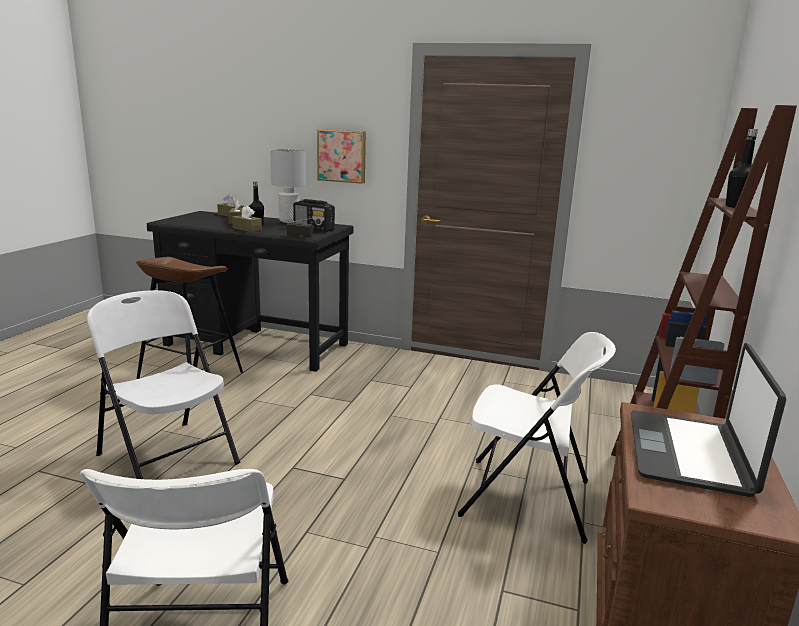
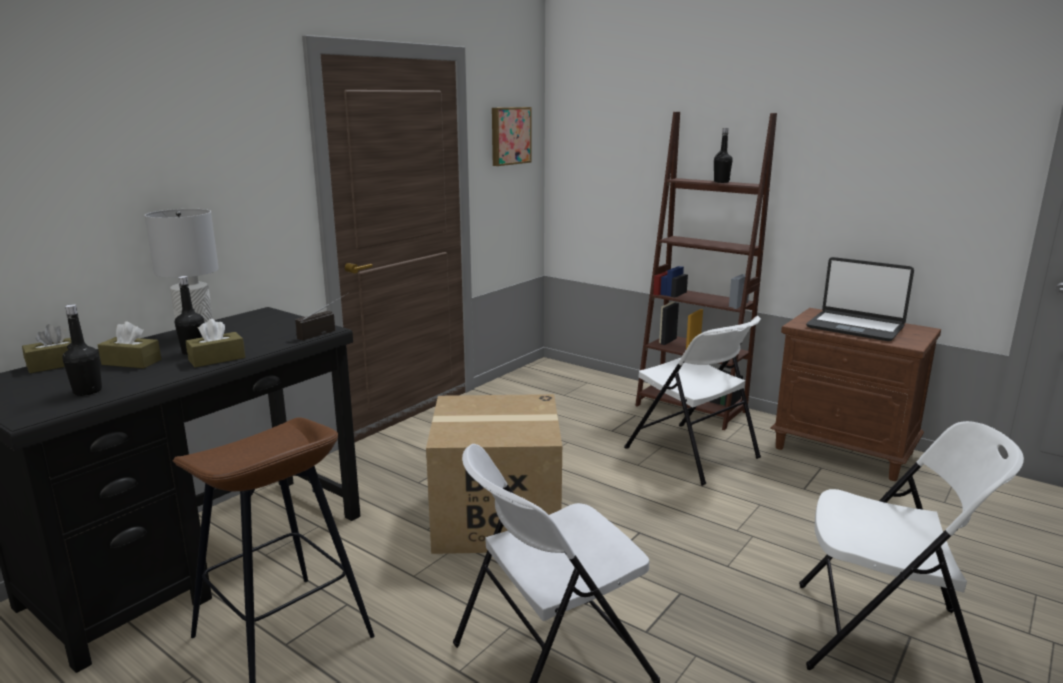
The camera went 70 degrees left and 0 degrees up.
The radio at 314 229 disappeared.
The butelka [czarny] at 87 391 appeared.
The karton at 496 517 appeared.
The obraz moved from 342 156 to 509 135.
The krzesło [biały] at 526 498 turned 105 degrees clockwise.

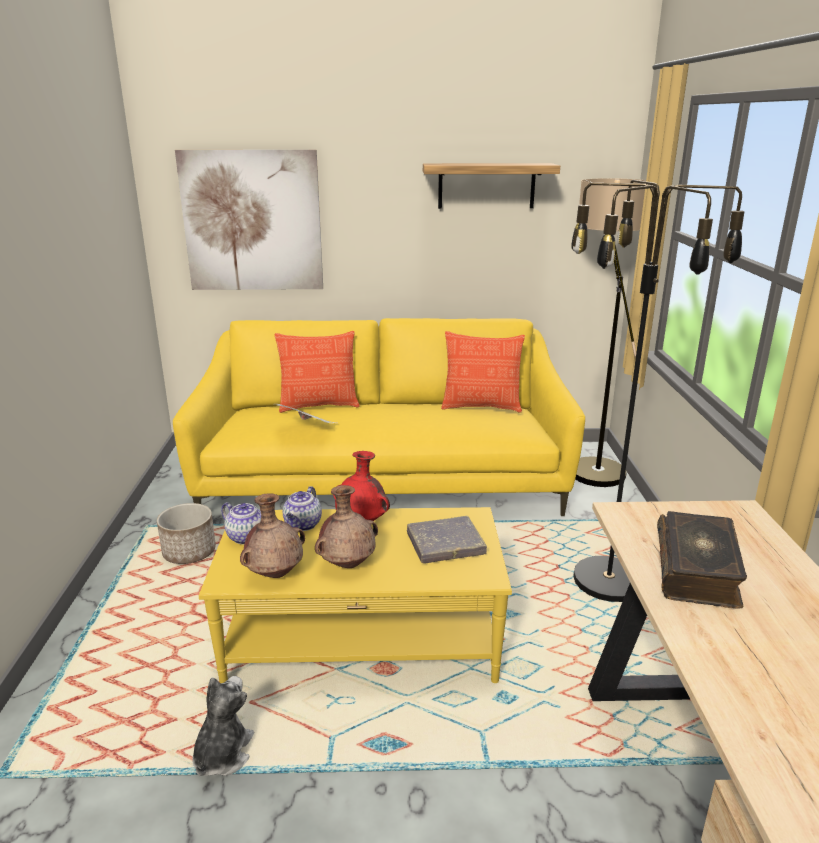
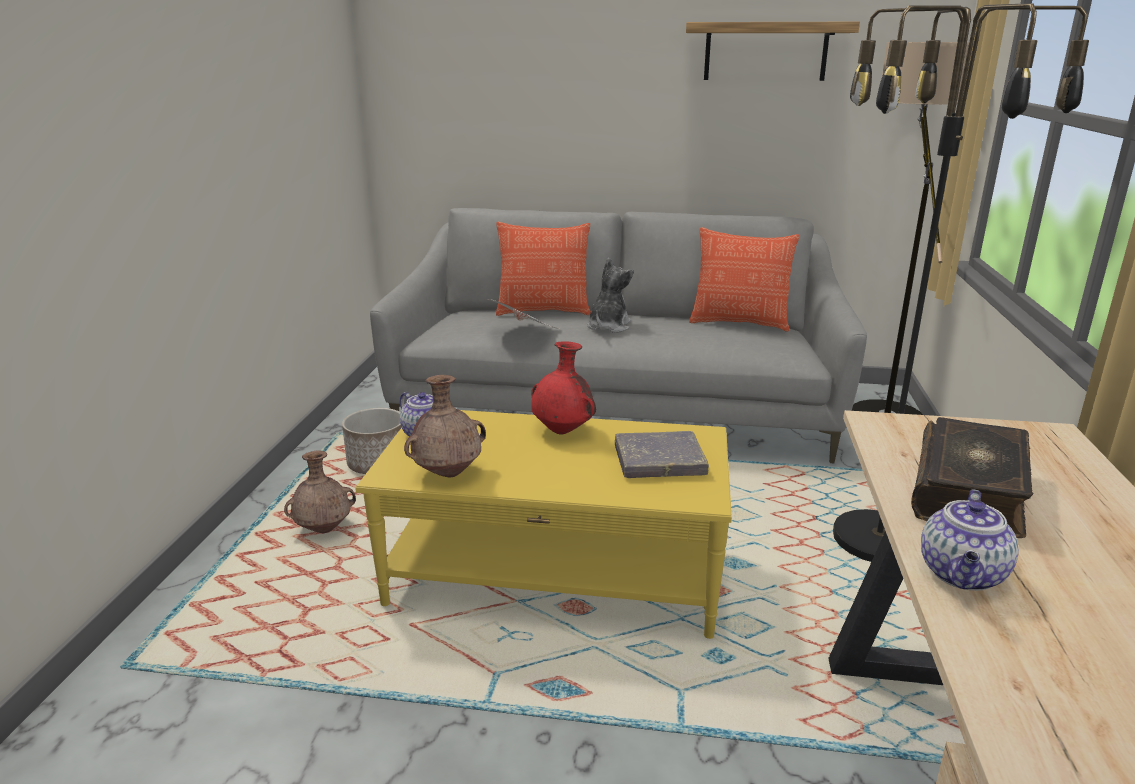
The camera went 10 degrees right and 0 degrees up.
The obraz at 252 221 disappeared.
The pluszak moved from 222 754 to 608 326.
The imbryk moved from 303 525 to 963 575.
The wazon [brązowy] moved from 348 564 to 324 529.
The kanapa [żółty] at 383 480 became the kanapa [szary] at 615 408.

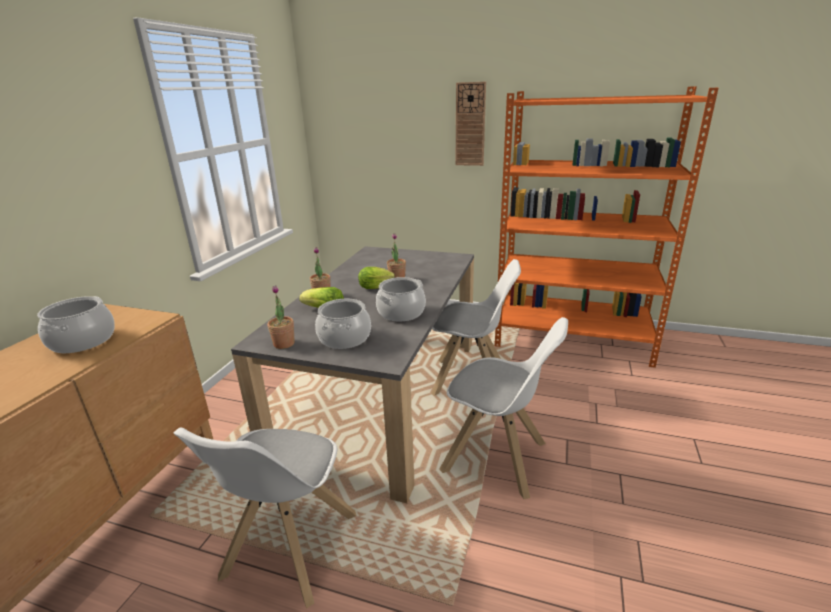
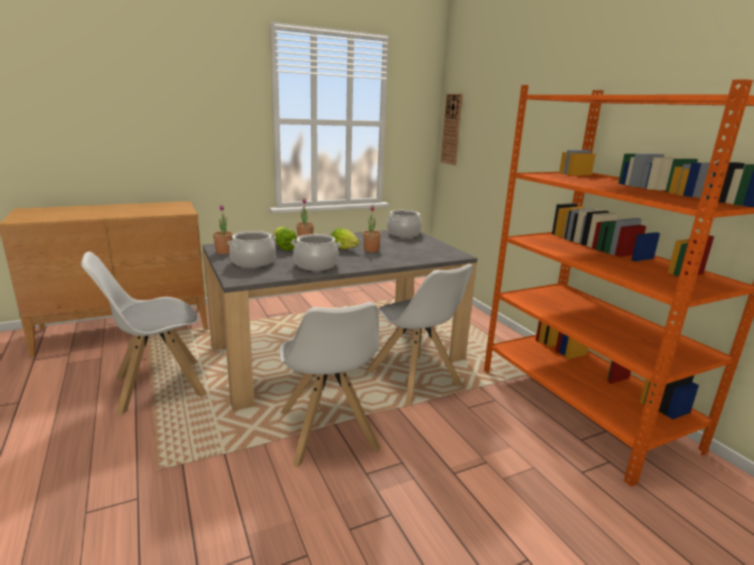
The camera went 45 degrees right and 5 degrees down.
The garnek moved from 83 341 to 403 233.
The zegar ścienny moved from 470 125 to 452 129.

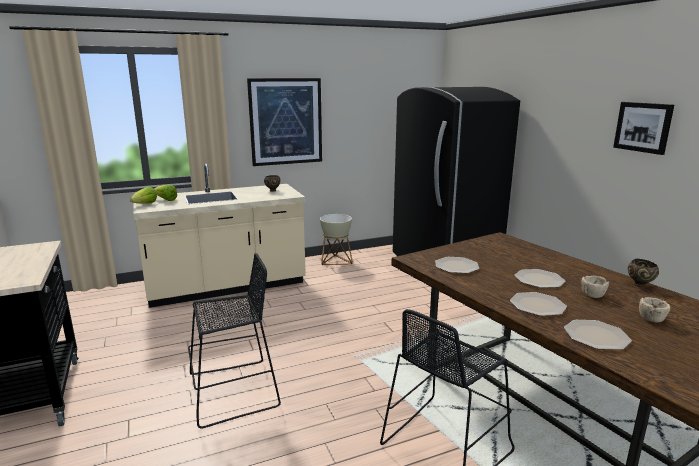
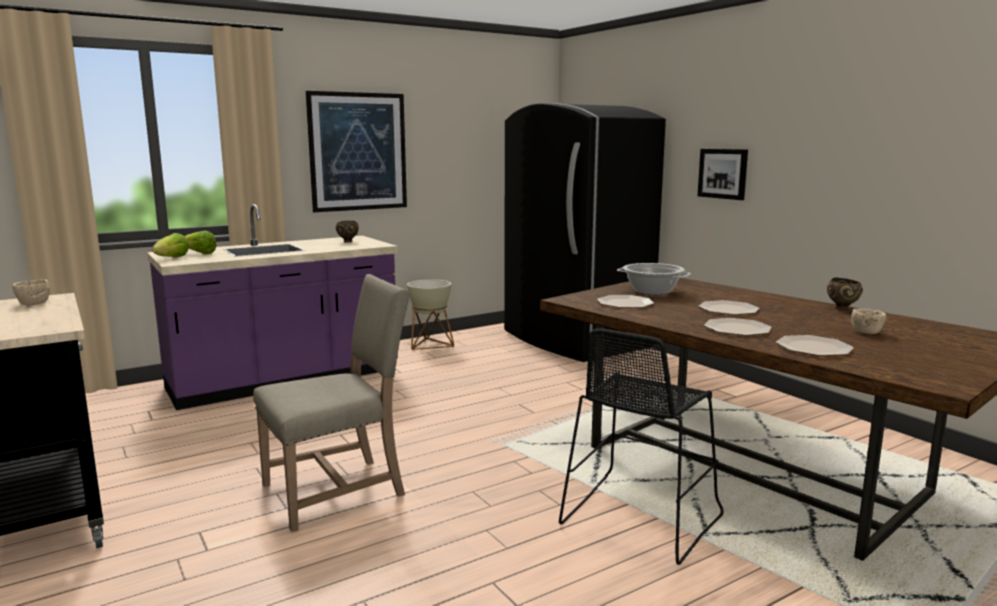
The camera went 10 degrees left and 5 degrees down.
The garnek at 652 292 appeared.
The miska [beżowy] moved from 592 295 to 33 303.
The obraz moved from 643 127 to 723 173.
The stołek [czarny] at 232 392 was replaced by the krzesło [beżowy] at 338 490.
The zabudowa kuchenna [beżowy] at 227 287 became the zabudowa kuchenna [fioletowy] at 285 380.

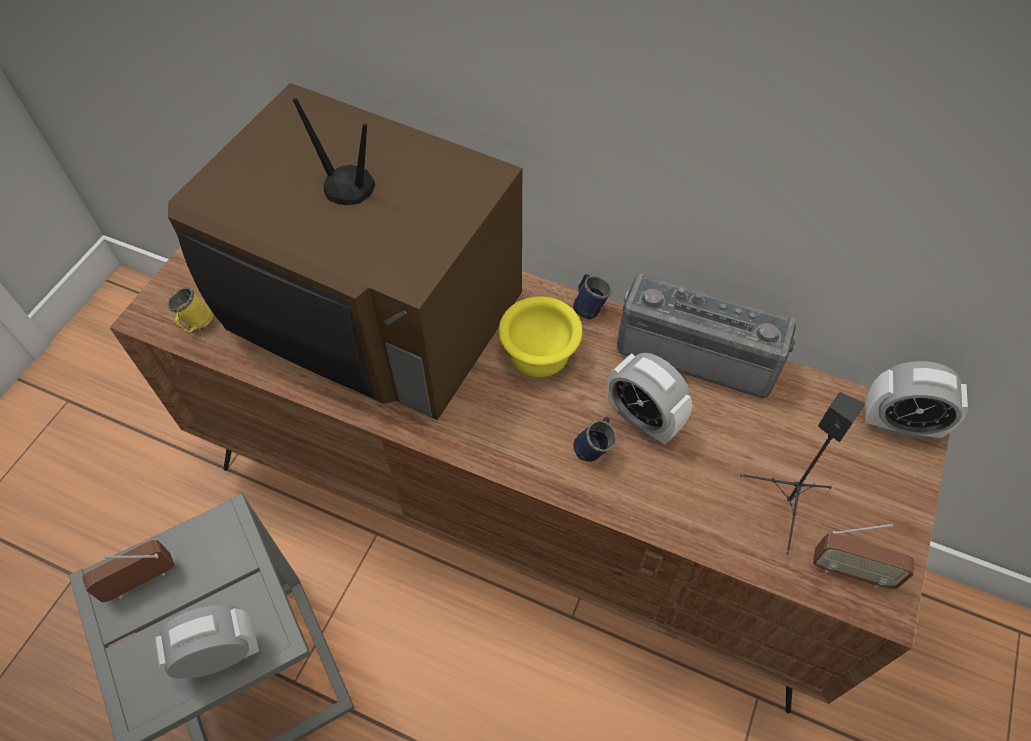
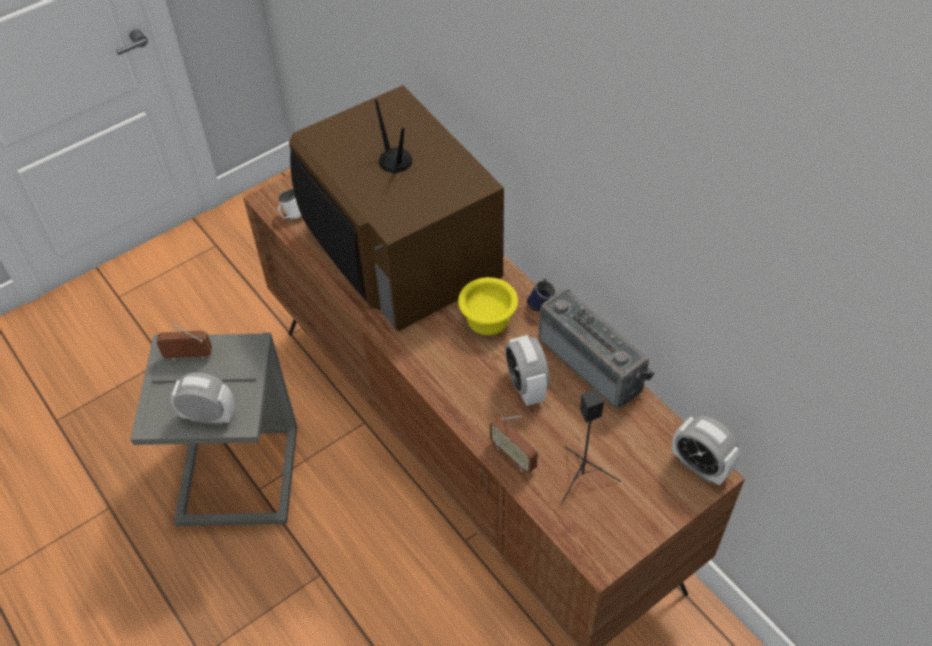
The camera went 30 degrees right and 5 degrees down.
The kubek [niebieski] at 594 448 disappeared.
The radio moved from 851 571 to 513 456.
The kubek [żółty] at 195 325 became the kubek [biały] at 291 216.

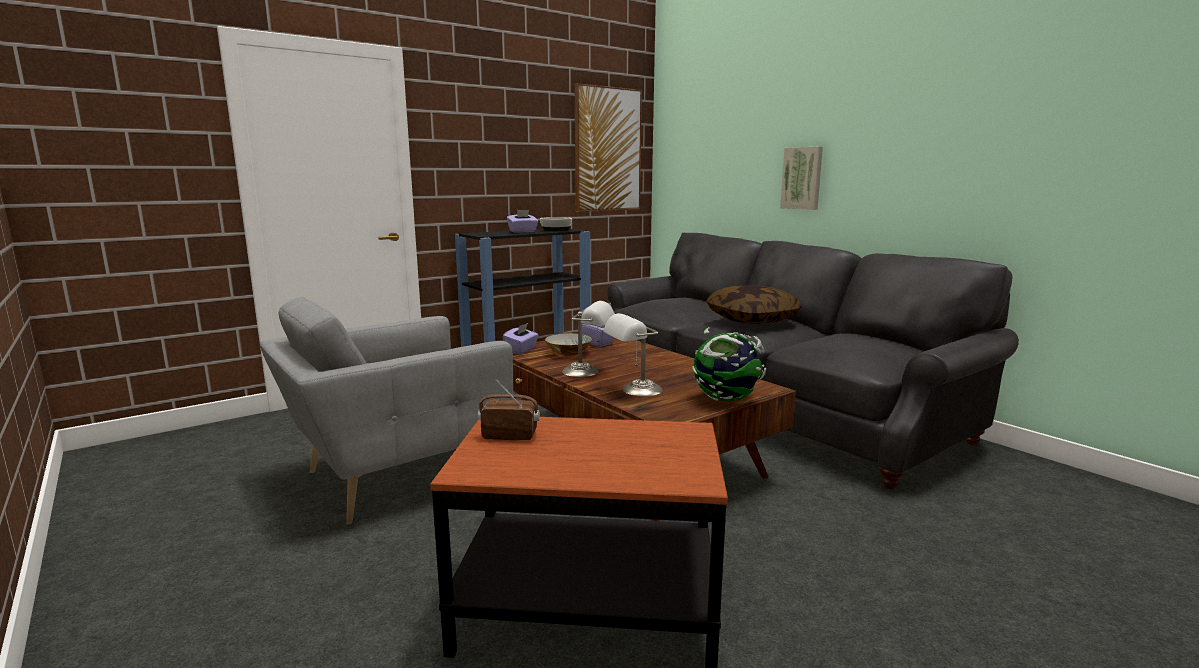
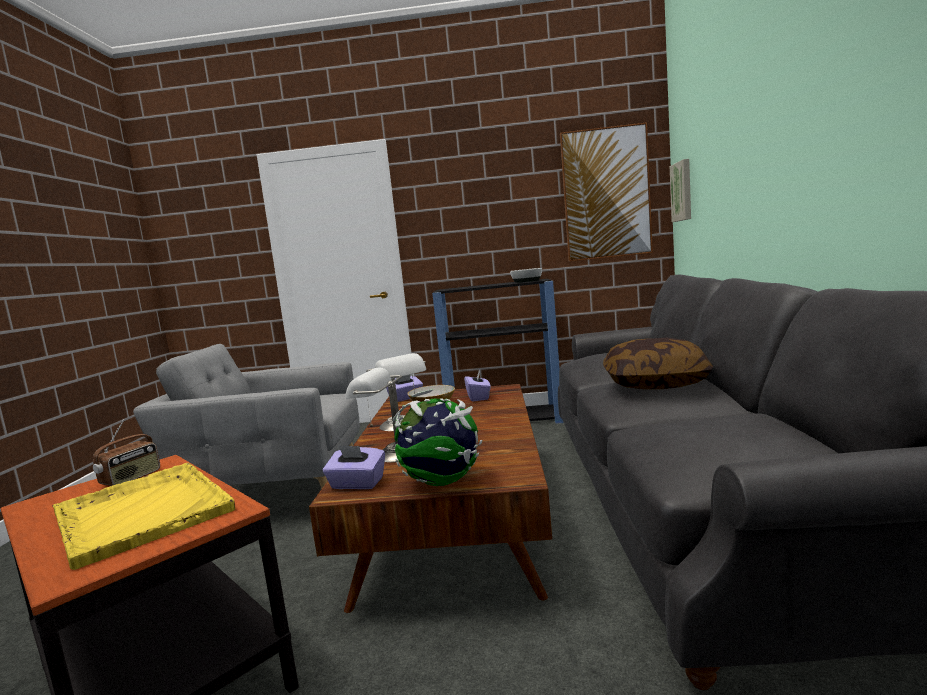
The camera went 40 degrees right and 5 degrees down.
The taca [żółty] at 142 512 appeared.
The pudełko chusteczek [fioletowy] moved from 523 231 to 357 484.
The obraz moved from 802 178 to 682 191.
The radio at 510 436 turned 75 degrees clockwise.

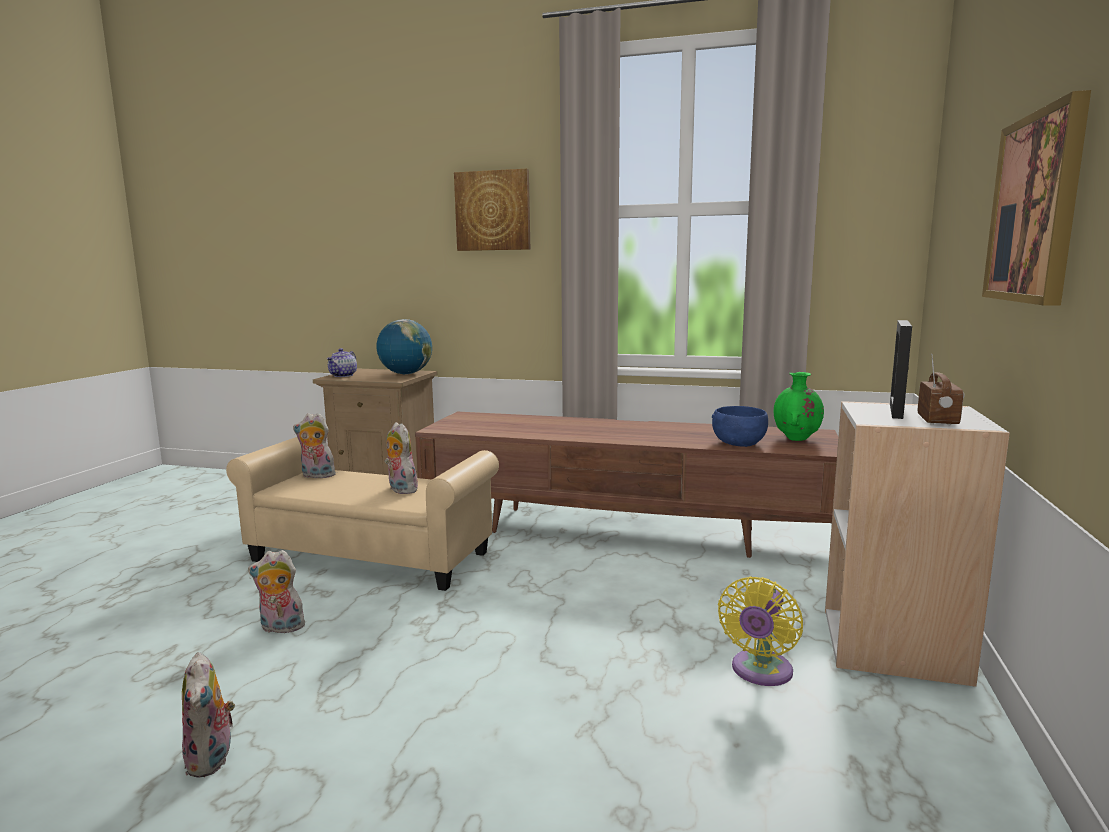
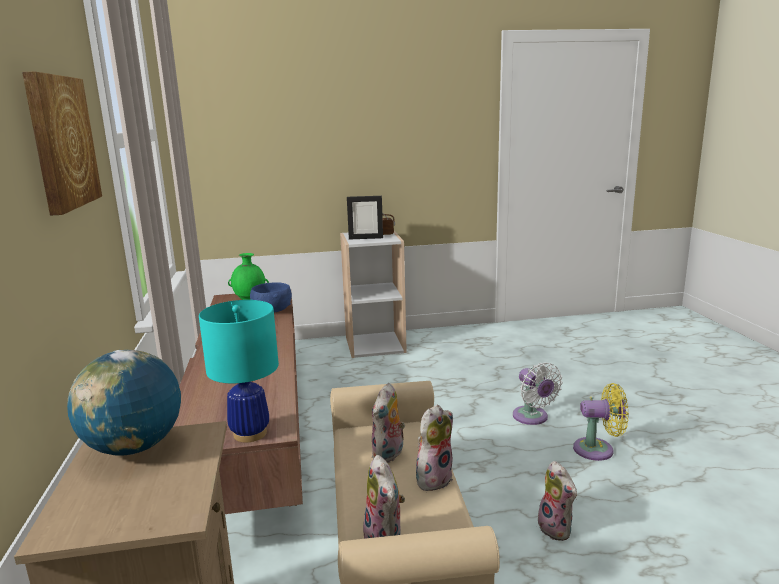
The camera went 115 degrees left and 5 degrees up.
The imbryk at 343 375 disappeared.
The obraz at 1036 208 disappeared.
The lampa stołowa [turkusowy] at 250 433 appeared.
The wentylator [biały] at 532 418 appeared.
The pluszak moved from 212 759 to 433 478.
The wentylator [żółty] moved from 760 672 to 598 449.

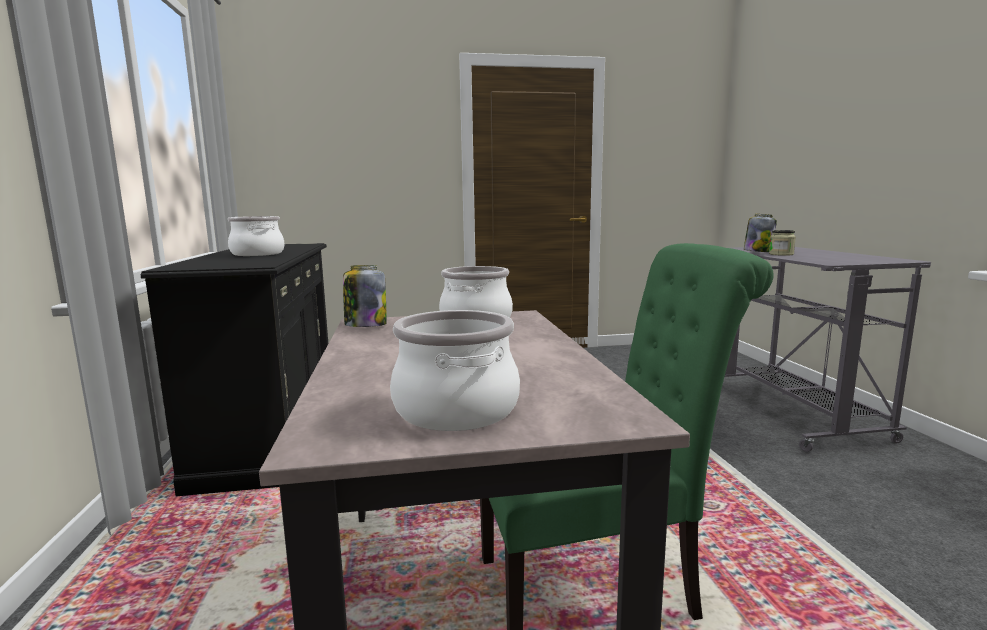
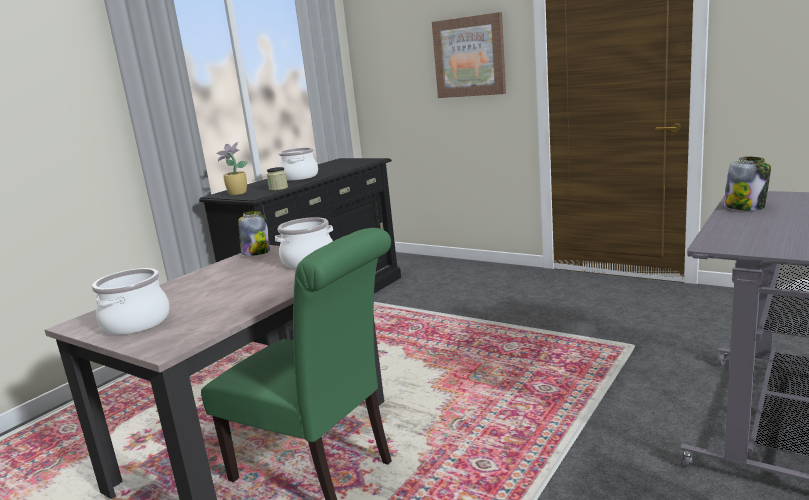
The camera went 45 degrees right and 5 degrees up.
The roślina doniczkowa at 236 194 appeared.
The obraz at 469 57 appeared.
The słoik moved from 781 254 to 278 188.

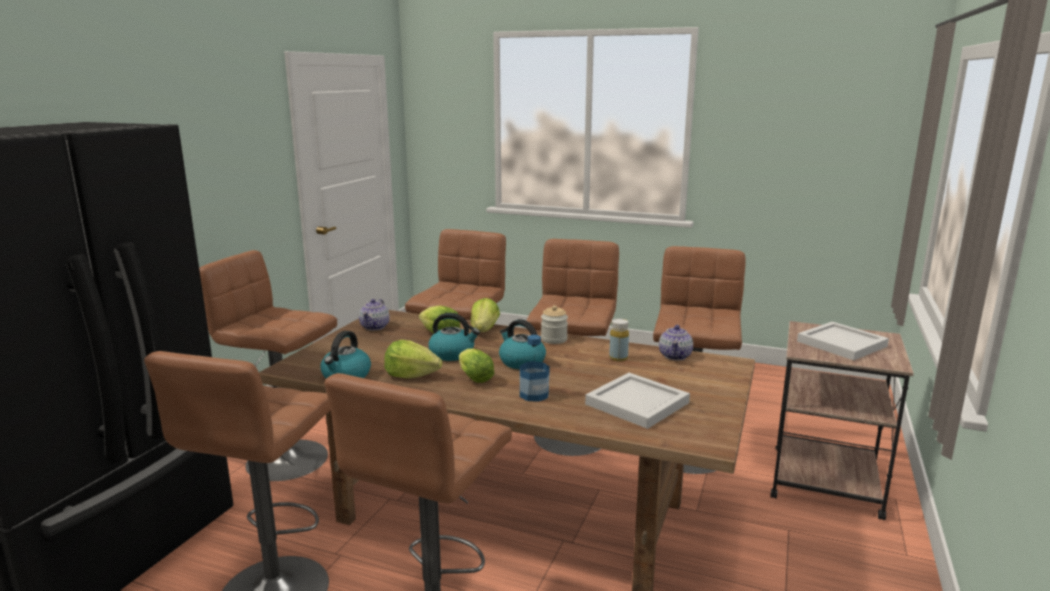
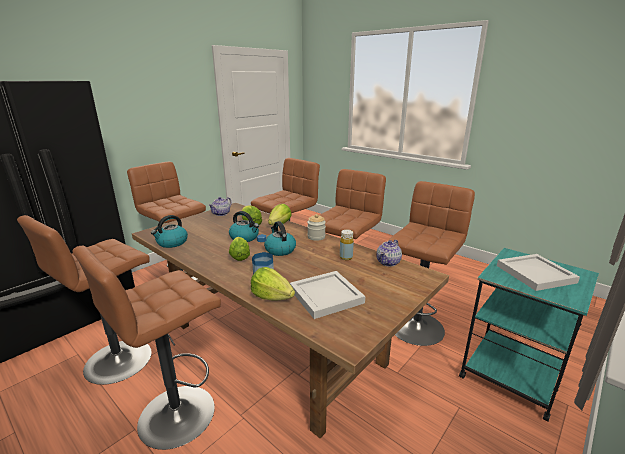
The camera went 20 degrees right and 5 degrees up.
The sałata moved from 411 375 to 272 297.
The wózek [brązowy] at 825 484 became the wózek [turkusowy] at 510 376.

